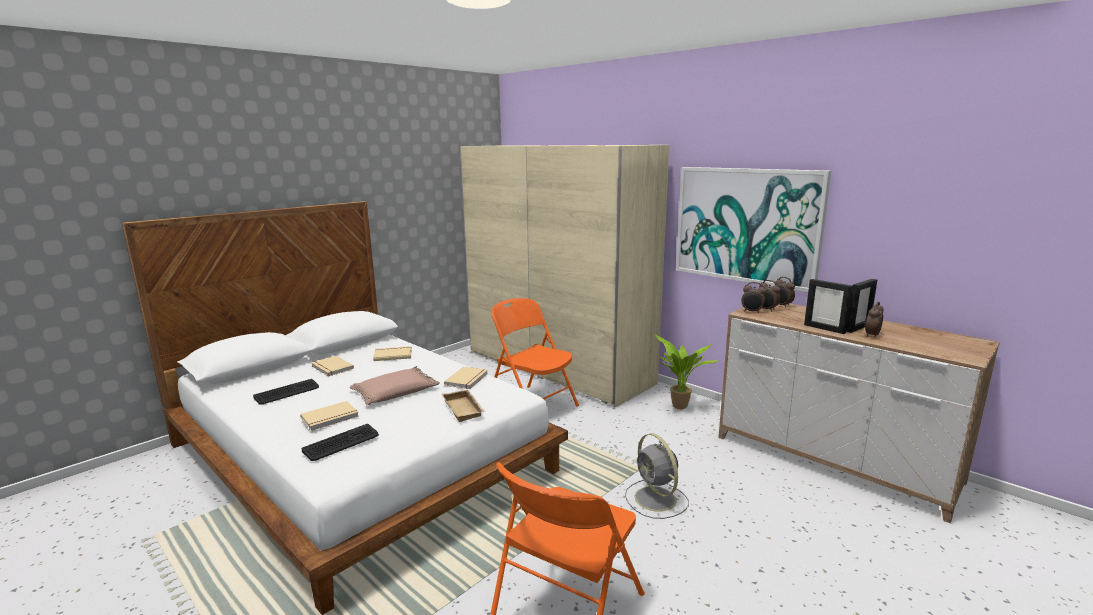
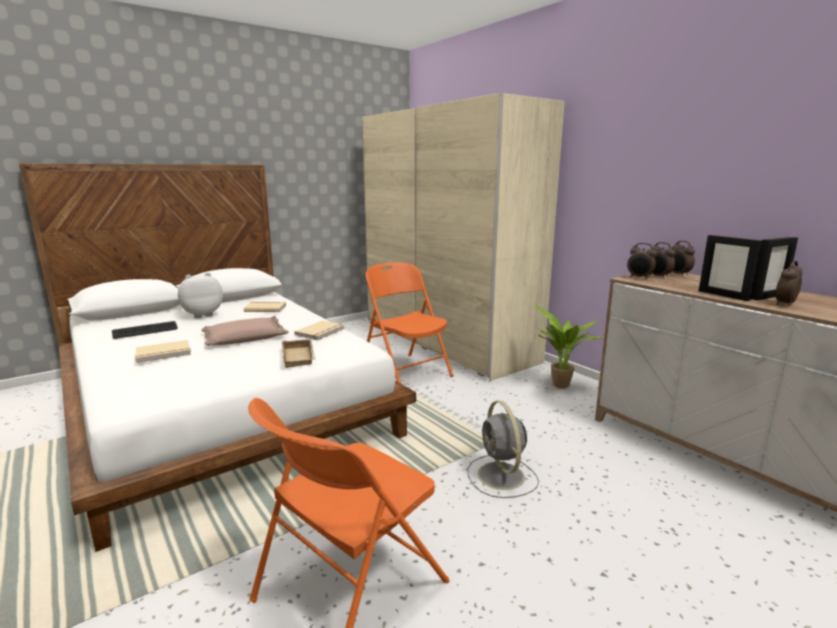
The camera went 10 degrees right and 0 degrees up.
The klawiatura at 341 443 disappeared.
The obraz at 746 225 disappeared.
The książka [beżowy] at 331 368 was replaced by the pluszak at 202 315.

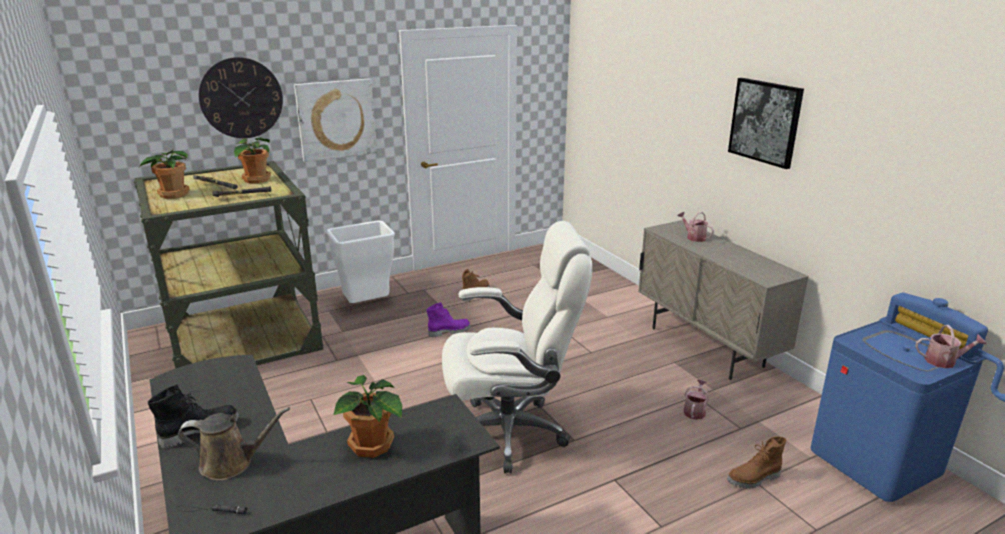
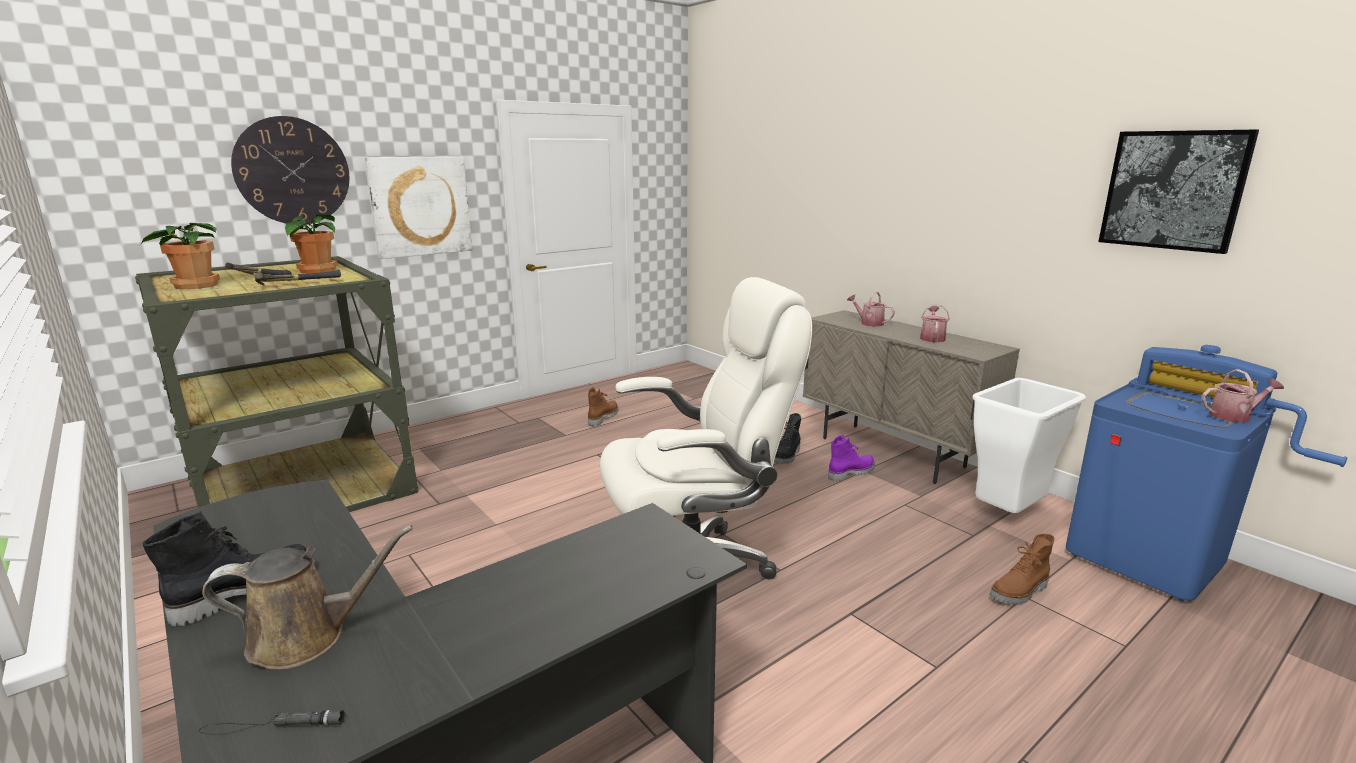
The camera went 10 degrees left and 5 degrees down.
The roślina doniczkowa at 372 446 disappeared.
The but z cholewką [czarny] at 787 456 appeared.
The kosz na śmieci [biały] moved from 367 305 to 1007 514.
The but z cholewką [fioletowy] moved from 449 331 to 850 473.
The konewka moved from 695 411 to 932 338.
The obraz moved from 765 122 to 1173 190.

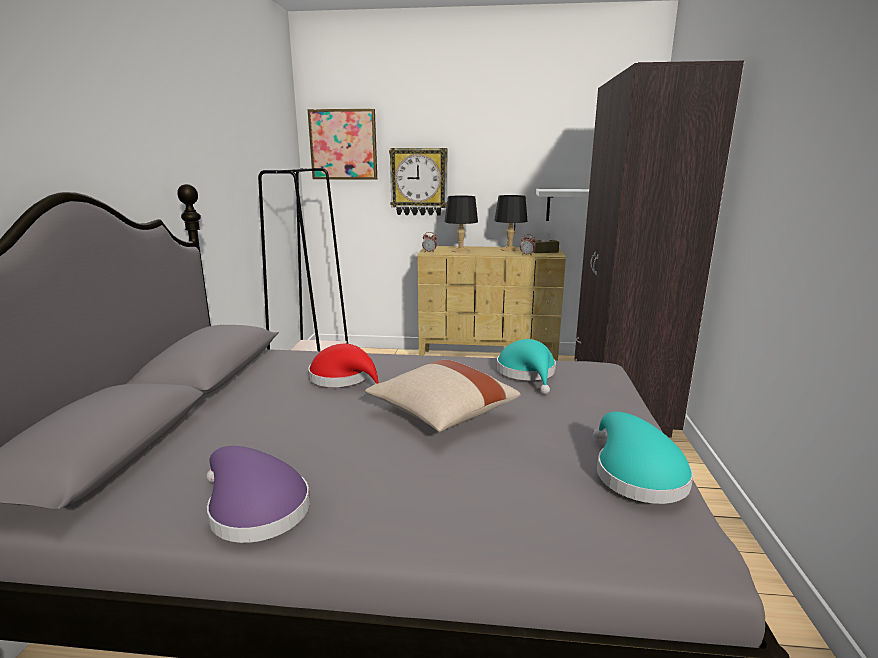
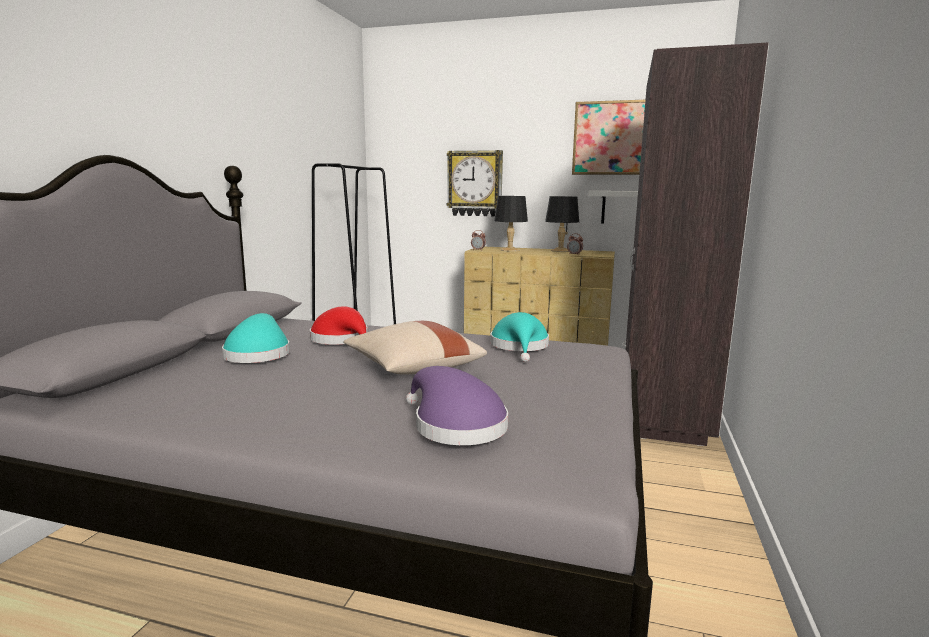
The camera went 10 degrees right and 5 degrees down.
The pudełko chusteczek [brązowy] at 544 251 disappeared.
The kapelusz [fioletowy] moved from 254 509 to 455 425.
The obraz moved from 343 144 to 609 138.
The kapelusz [turkusowy] moved from 636 474 to 258 354.

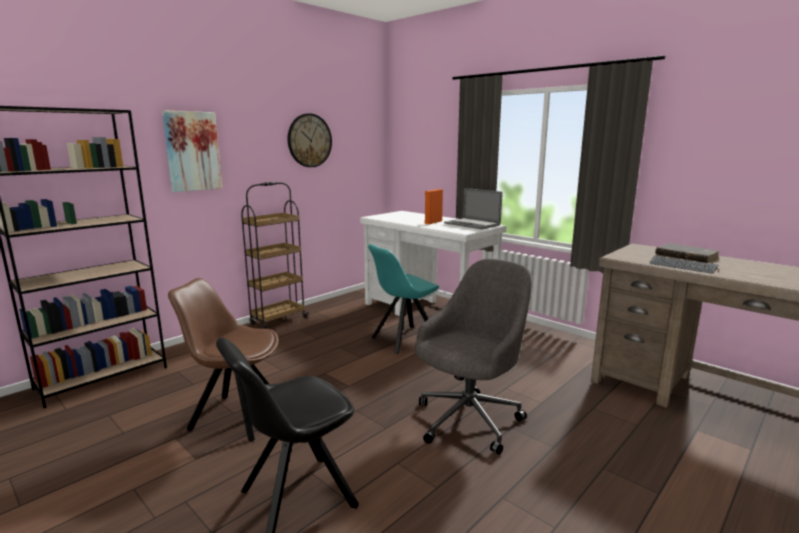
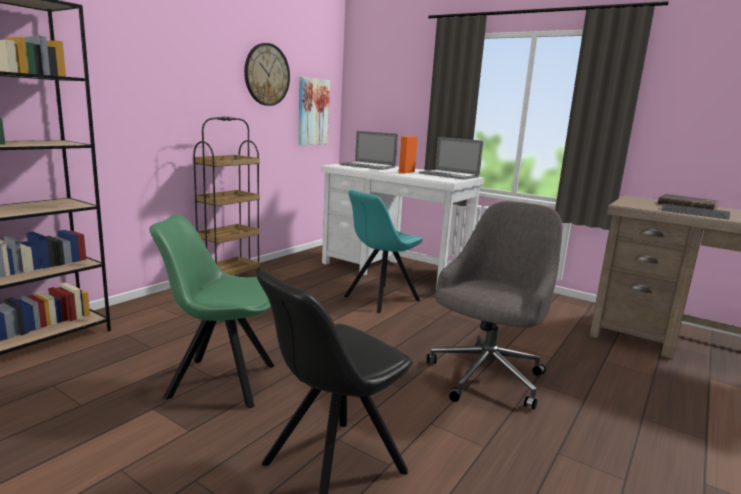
The camera went 10 degrees left and 0 degrees up.
The laptop at 368 166 appeared.
The obraz moved from 192 151 to 312 112.
The krzesło [brązowy] at 236 416 became the krzesło [zielony] at 221 381.

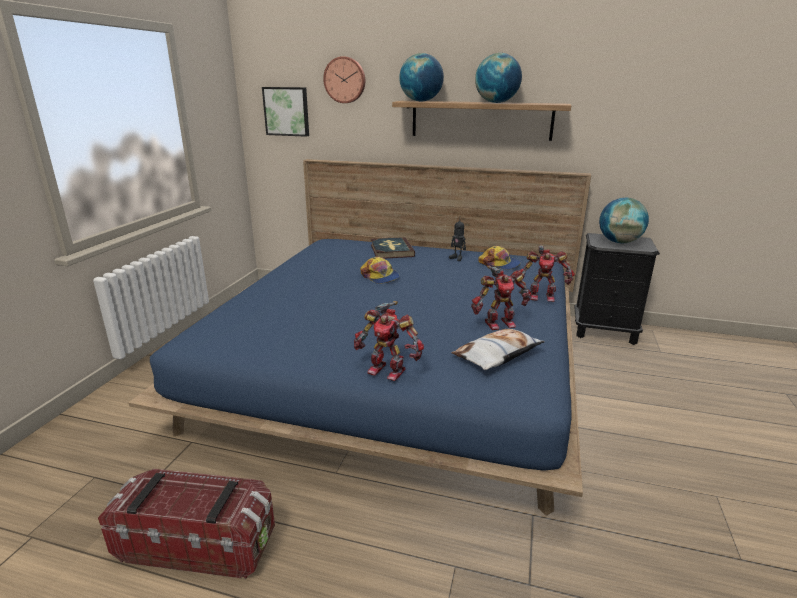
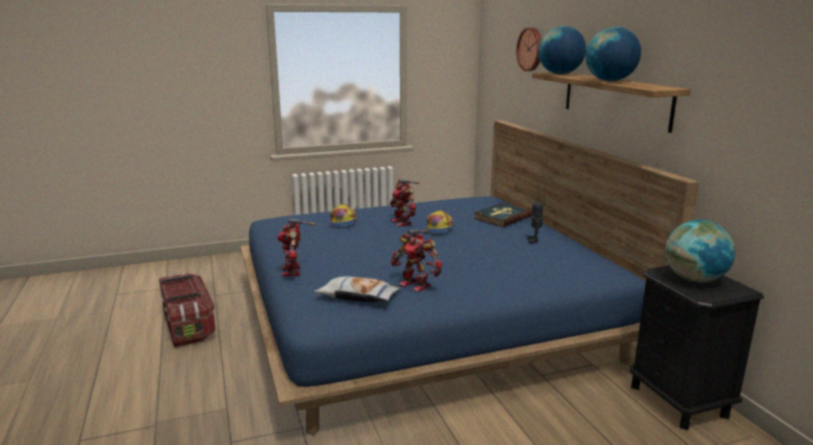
The camera went 55 degrees right and 5 degrees down.
The obraz at 287 111 disappeared.
The czapka z daszkiem moved from 499 264 to 342 222.
The robot zabawkowy moved from 541 296 to 403 222.

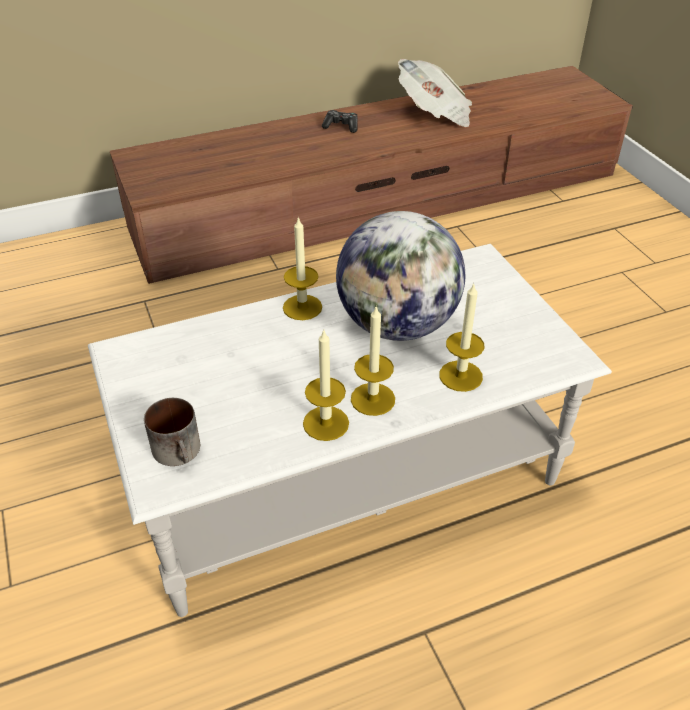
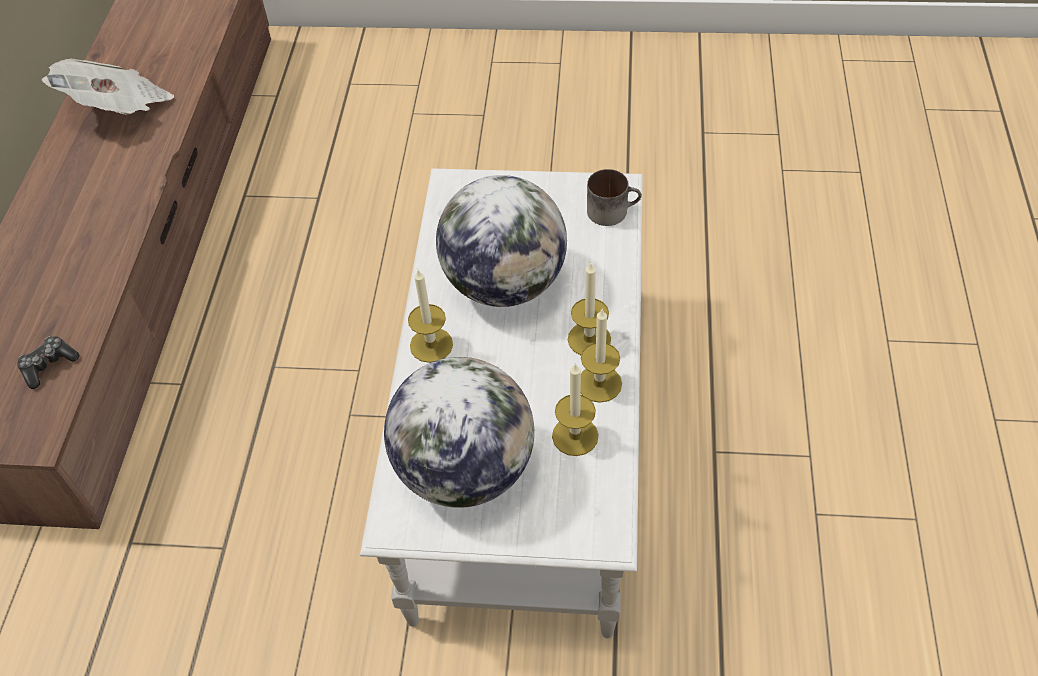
The camera went 60 degrees left and 10 degrees up.
The globus at 465 469 appeared.
The kubek moved from 180 451 to 612 210.
The pad do gier moved from 341 126 to 49 365.
The świeca moved from 460 376 to 575 436.

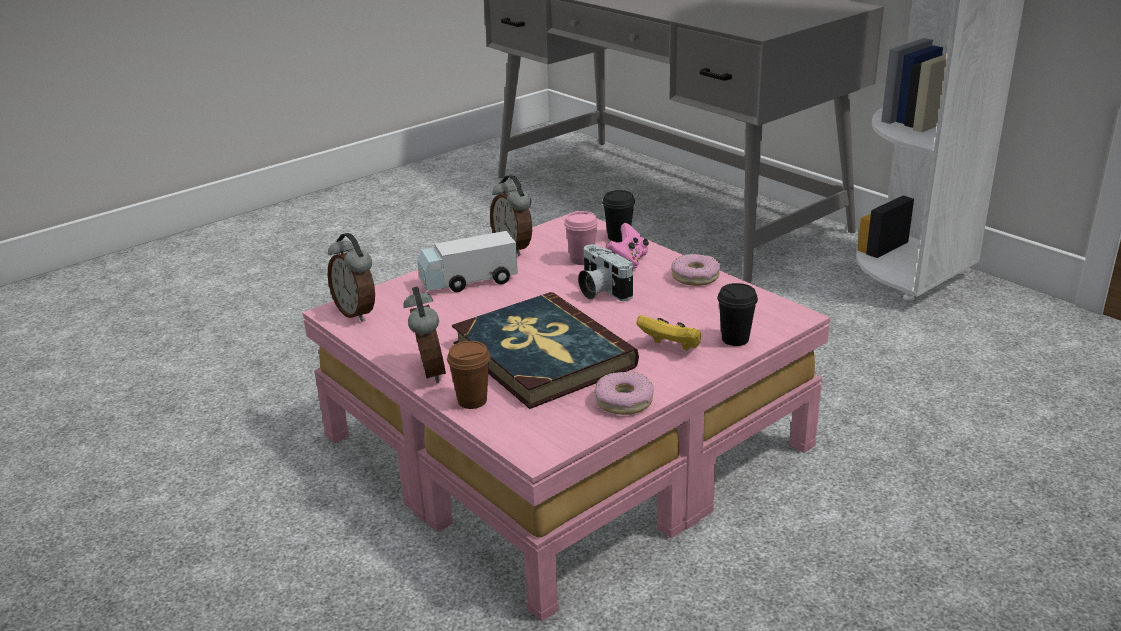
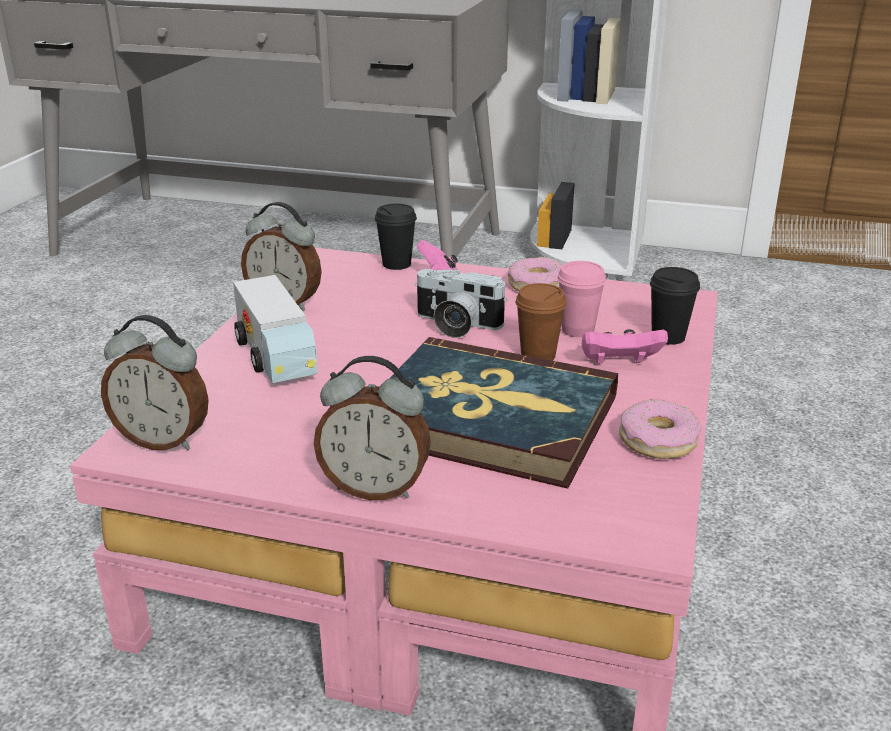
The camera went 35 degrees left and 0 degrees up.
The filiżanka [brązowy] moved from 472 401 to 538 356.
The filiżanka [różowy] moved from 582 260 to 577 330.
The pad do gier [żółty] at 671 347 became the pad do gier [różowy] at 619 364.
The budzik at 428 373 turned 150 degrees clockwise.
The ciężarówka zabawkowa at 468 281 turned 60 degrees counterclockwise.

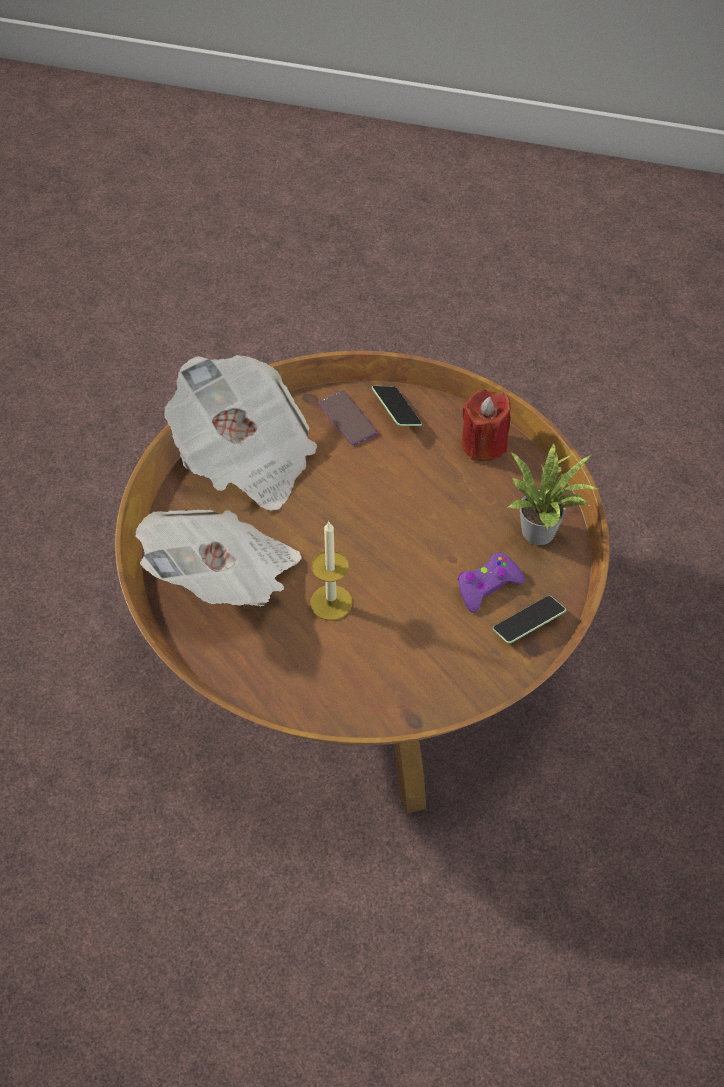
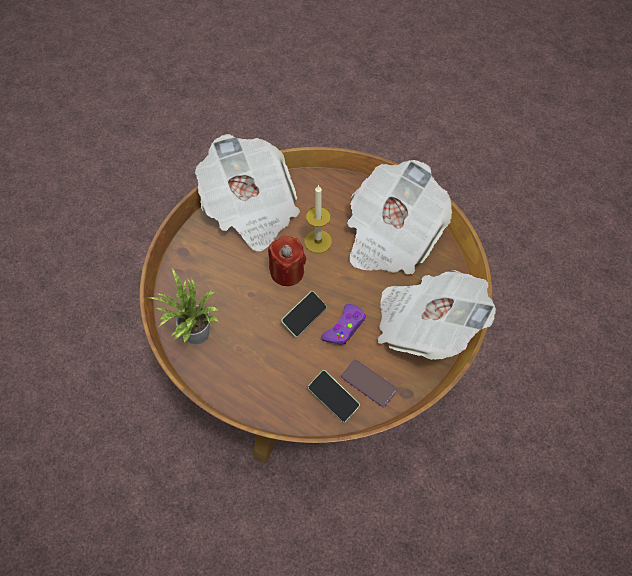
The camera went 160 degrees right and 5 degrees up.
The gazeta at 250 209 appeared.
The pad do gier [fioletowy] moved from 487 586 to 344 328.
The świeca [czerwony] moved from 484 444 to 287 272.
The telefon moved from 528 625 to 304 317.

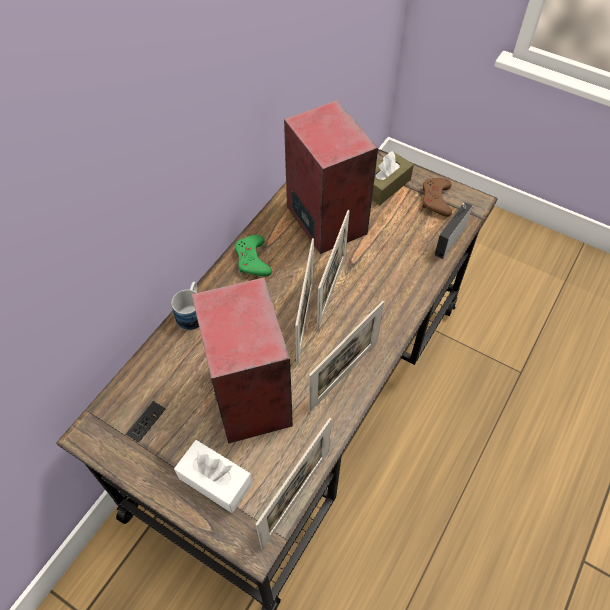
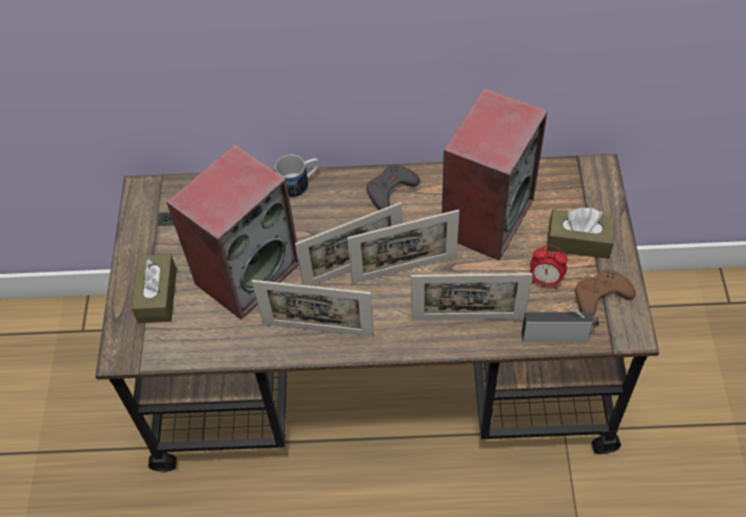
The camera went 60 degrees right and 0 degrees up.
The budzik at 545 280 appeared.
The ramka na zdjęcie moved from 296 498 to 468 319.
The pudełko chusteczek [biały] at 215 481 became the pudełko chusteczek [brązowy] at 157 295.
The pad do gier [zielony] at 253 260 became the pad do gier [szary] at 390 190.

